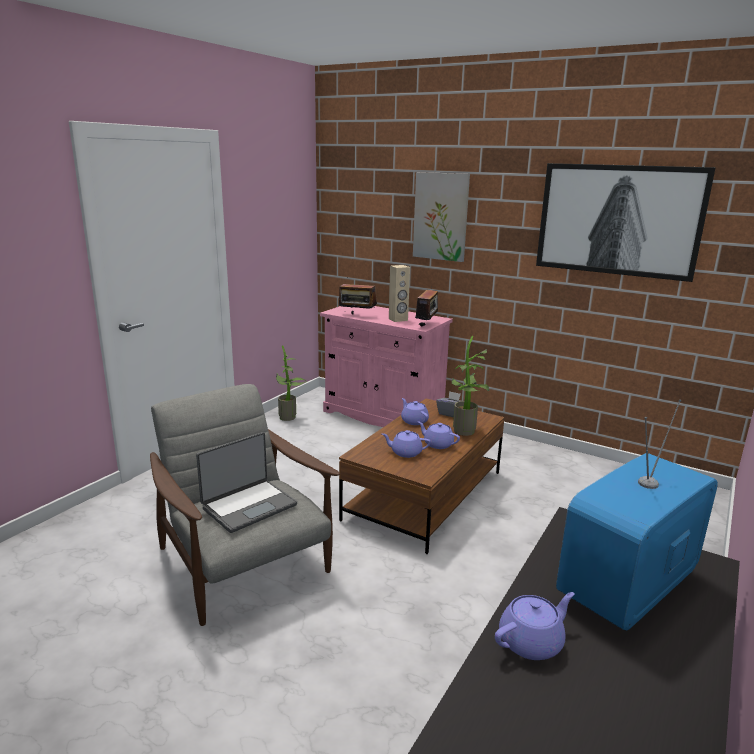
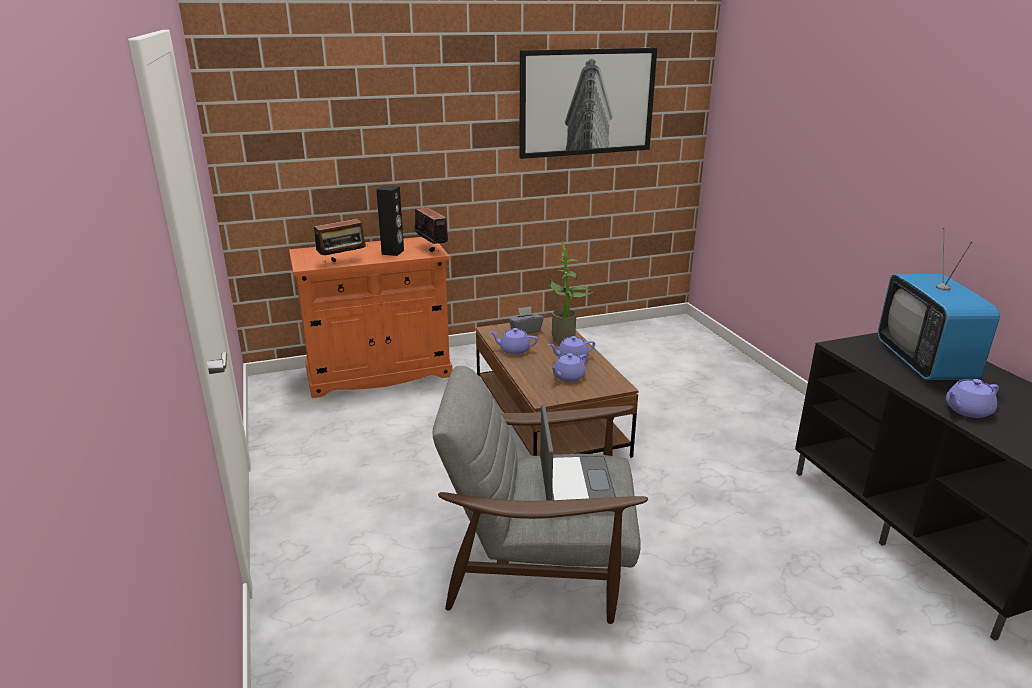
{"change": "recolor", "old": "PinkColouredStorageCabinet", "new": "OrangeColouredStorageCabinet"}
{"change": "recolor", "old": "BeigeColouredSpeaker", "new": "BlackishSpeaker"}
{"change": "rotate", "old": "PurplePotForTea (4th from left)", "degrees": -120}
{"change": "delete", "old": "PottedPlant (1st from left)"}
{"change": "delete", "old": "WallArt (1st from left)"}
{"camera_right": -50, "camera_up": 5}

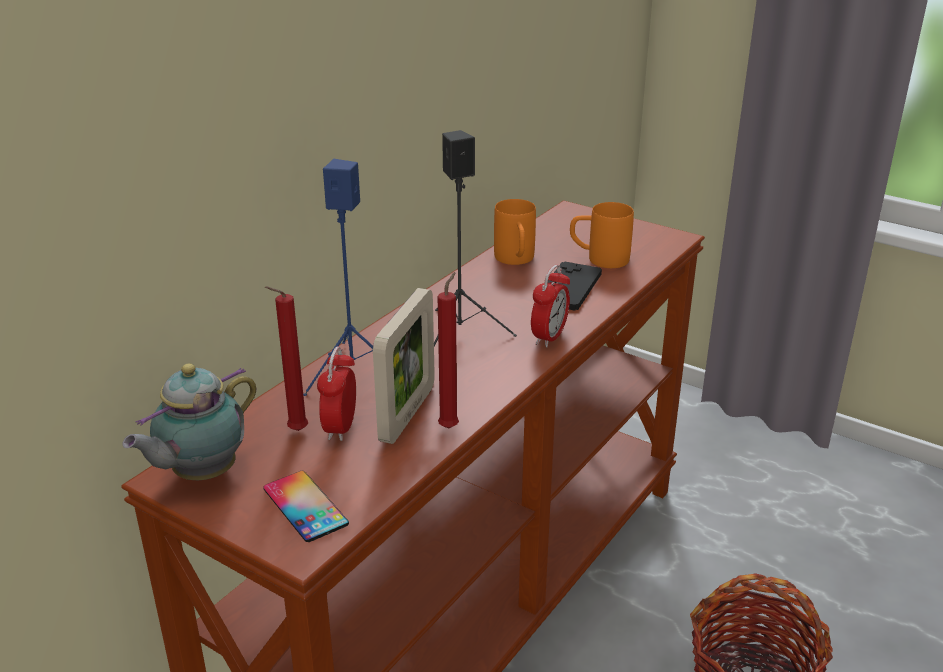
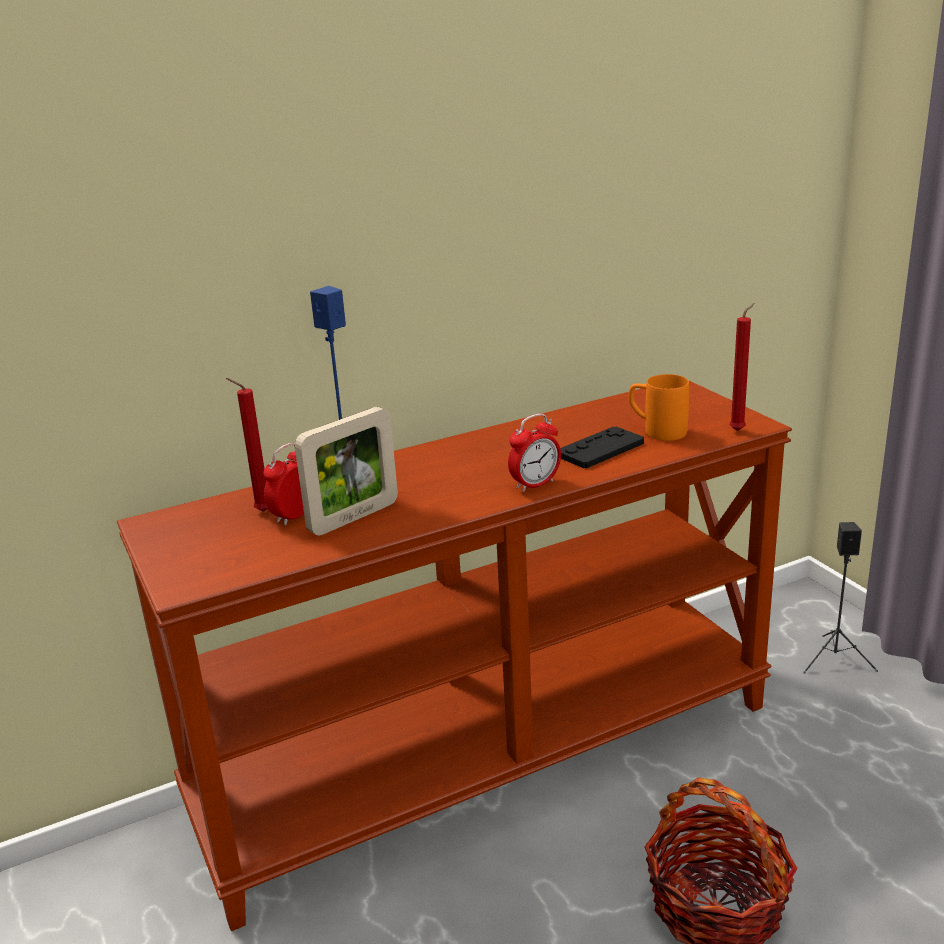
{"change": "move", "old": "RedColouredCandle (2nd from left)"}
{"change": "move", "old": "BlackishSpeaker"}
{"change": "delete", "old": "PotForTea"}
{"change": "delete", "old": "Handset"}
{"change": "delete", "old": "OrangeColouredTeaMug (1st from left)"}
{"camera_right": 30, "camera_up": -5}

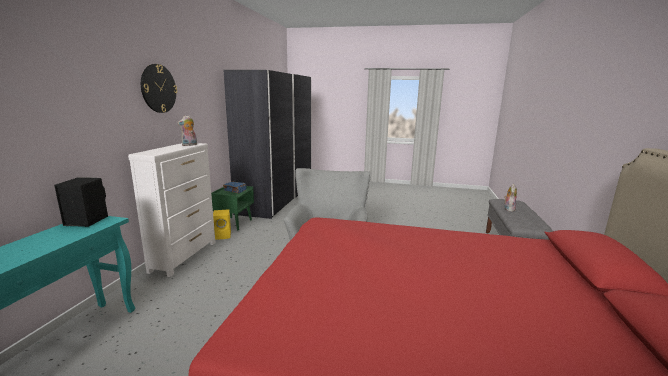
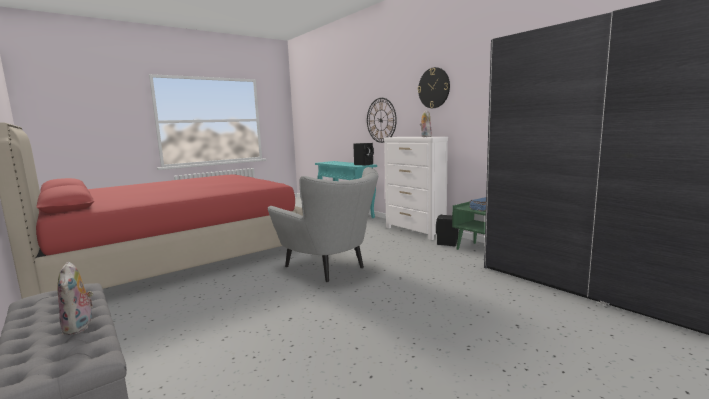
{"change": "insert", "new": "WallClock (1st from left)"}
{"change": "recolor", "old": "YellowColouredSpeaker", "new": "BlackishSpeaker (2nd from left)"}
{"camera_right": 130, "camera_up": -5}

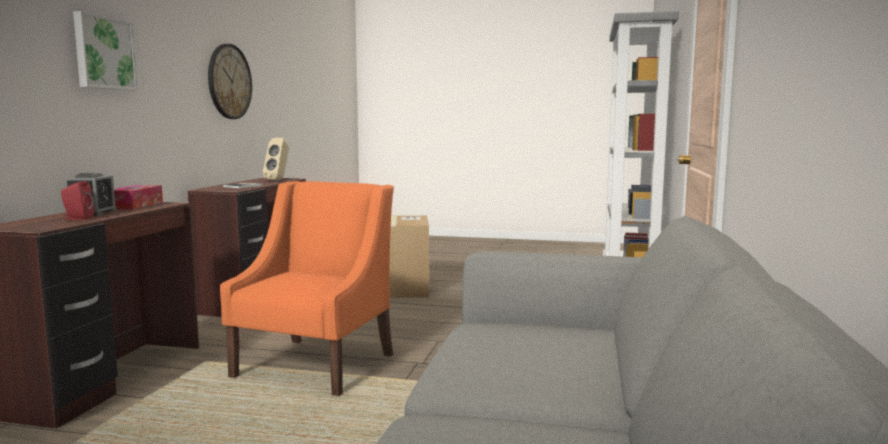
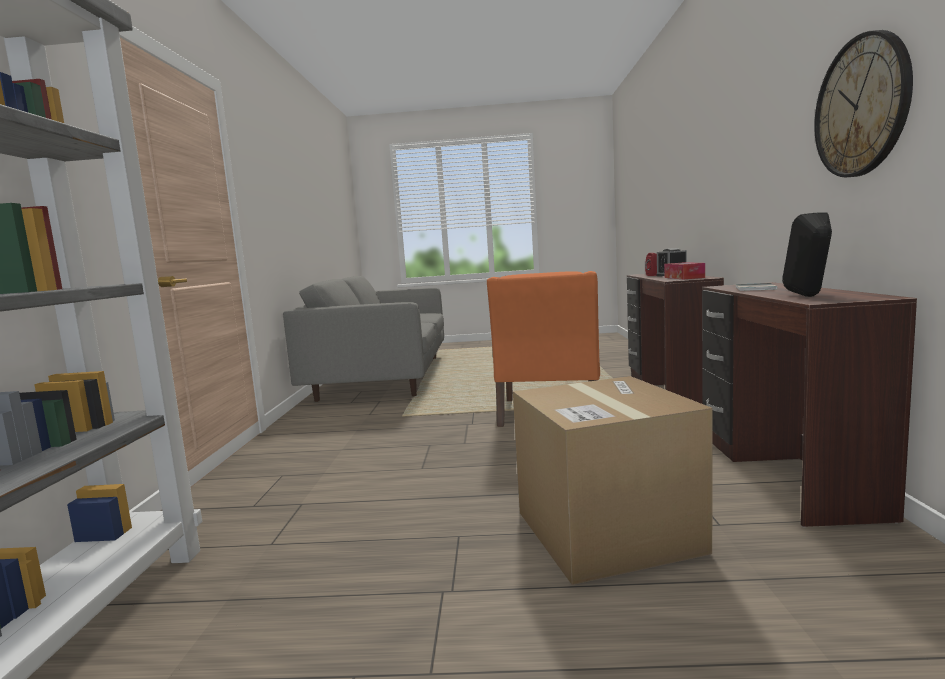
{"change": "recolor", "old": "BeigeColouredSpeaker", "new": "BlackishSpeaker"}
{"change": "delete", "old": "WallArt"}
{"camera_right": 170, "camera_up": 0}

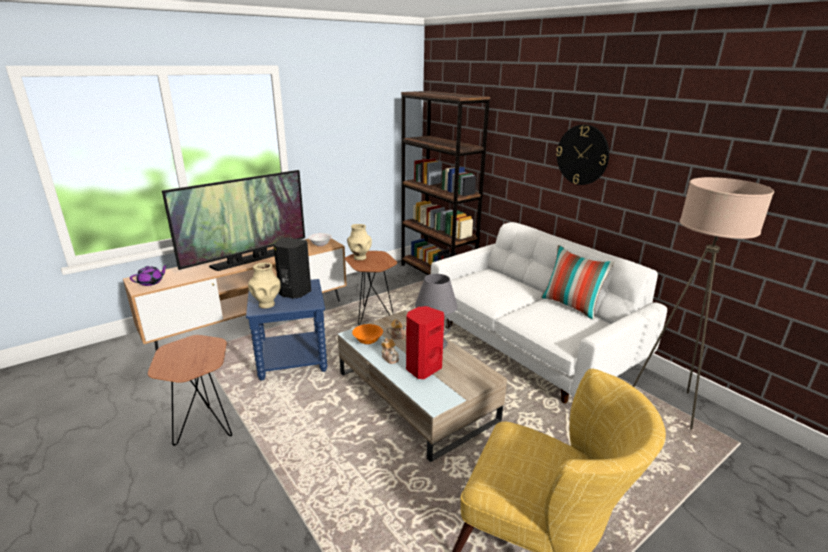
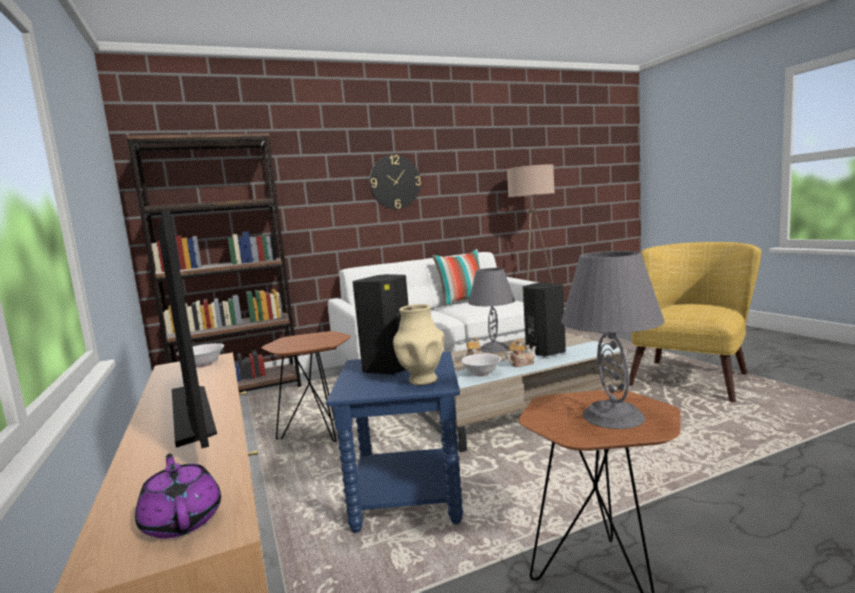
{"change": "recolor", "old": "OrangeColouredServingBowl", "new": "WhiteColouredServingBowl (2nd from left)"}
{"change": "recolor", "old": "RedColouredSpeaker", "new": "BlackishSpeaker (2nd from left)"}
{"change": "insert", "new": "GreyTableLamp (2nd from left)"}
{"change": "delete", "old": "BeigeColouredVase (2nd from left)"}
{"camera_right": -75, "camera_up": -15}

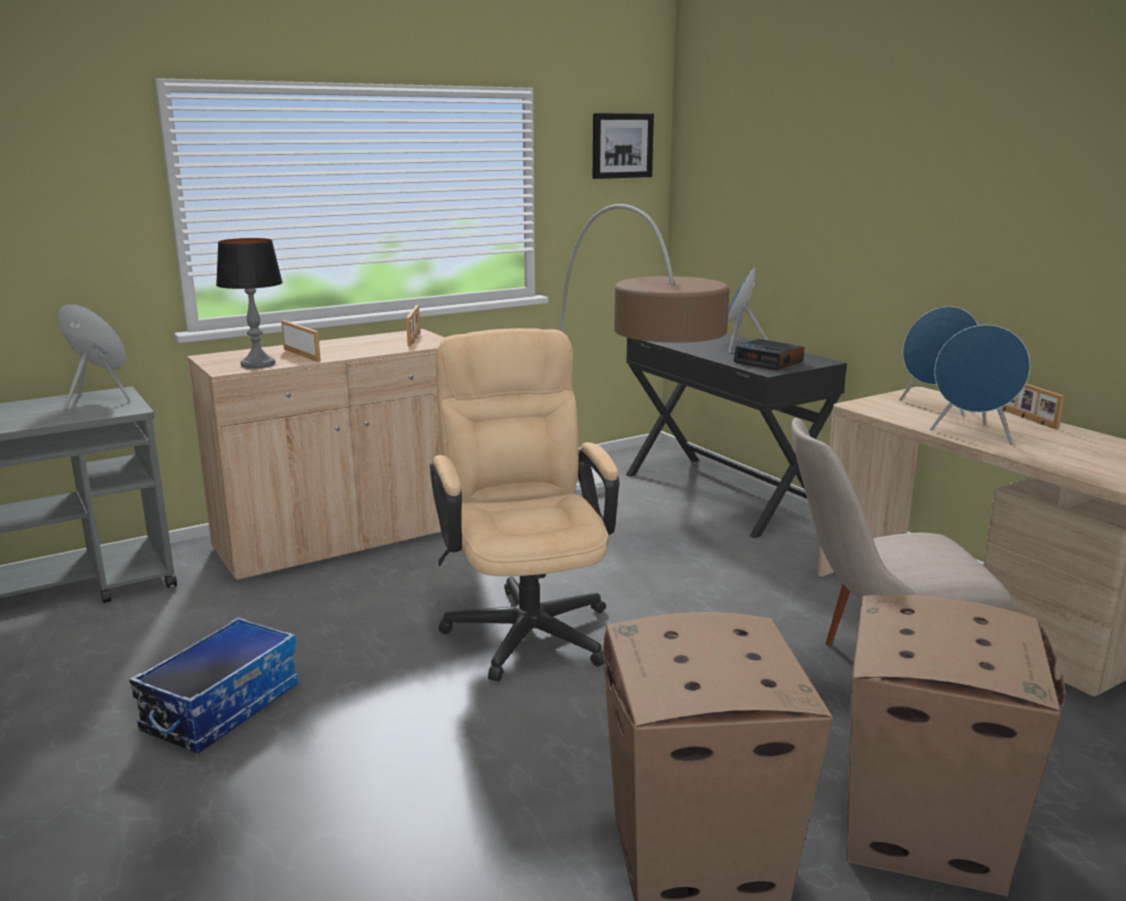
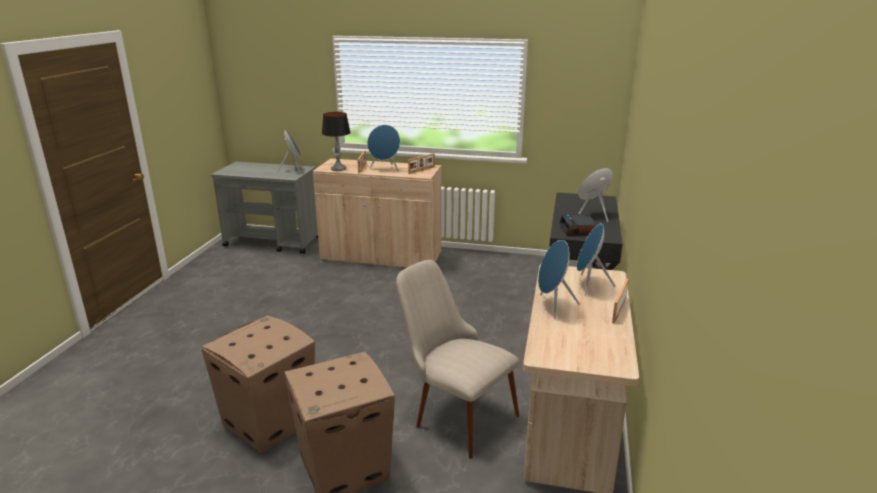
{"change": "insert", "new": "BlueSpeaker (2nd from left)"}
{"change": "delete", "old": "StorageContainer"}
{"change": "delete", "old": "BeigeColouredOfficeChair"}
{"change": "delete", "old": "StandardLamp"}
{"change": "delete", "old": "WallArt"}
{"camera_right": 45, "camera_up": 5}

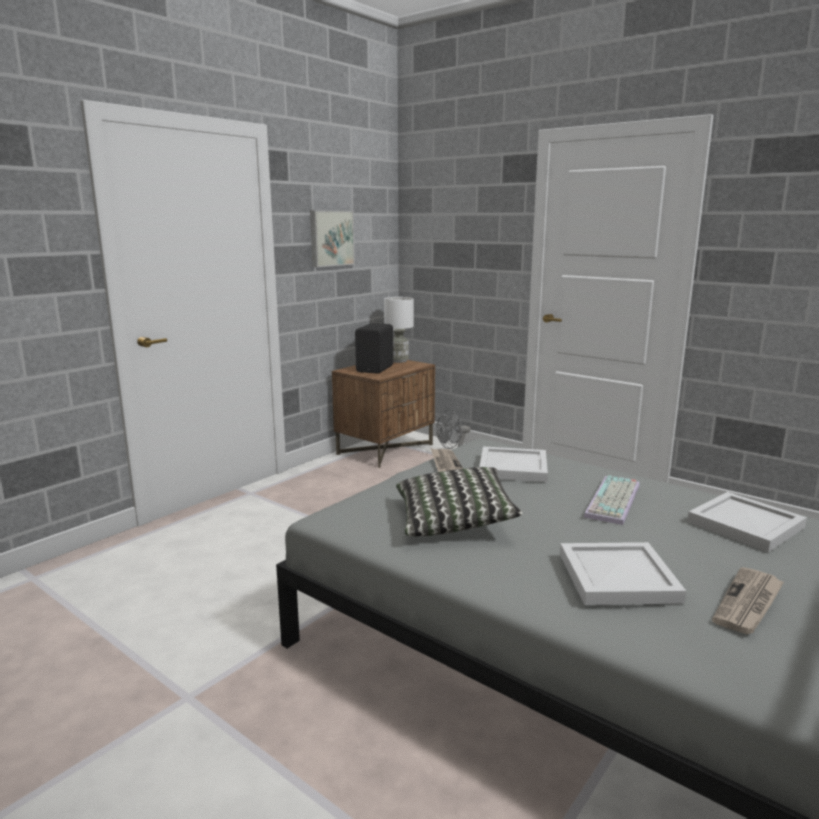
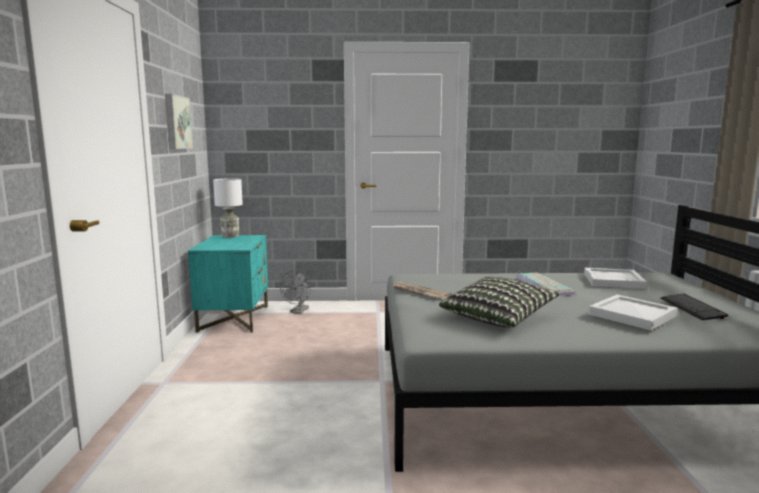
{"change": "recolor", "old": "BrownColouredBedsideTable", "new": "TurquoiseColouredBedsideTable"}
{"change": "replace", "old": "PrintedPaper (2nd from left)", "new": "PcKeyboard (2nd from left)"}
{"change": "delete", "old": "BlackishSpeaker"}
{"change": "delete", "old": "WhiteColouredCarryingTray (1st from left)"}
{"camera_right": -40, "camera_up": -5}

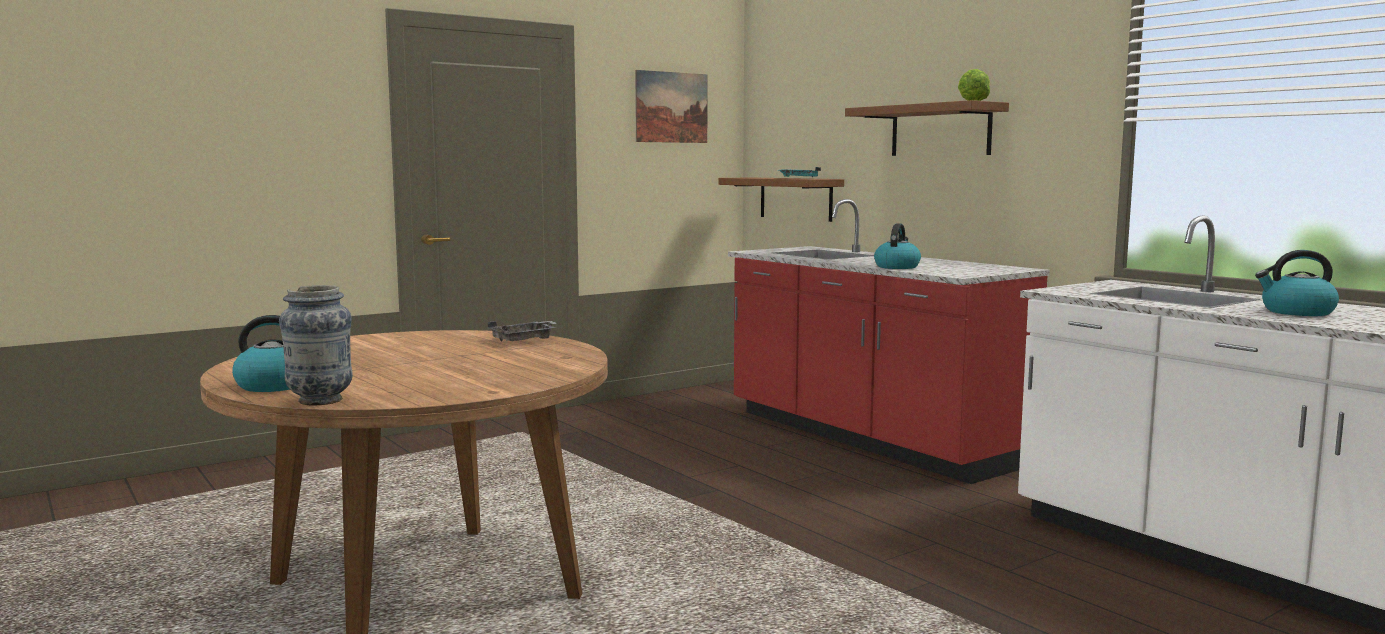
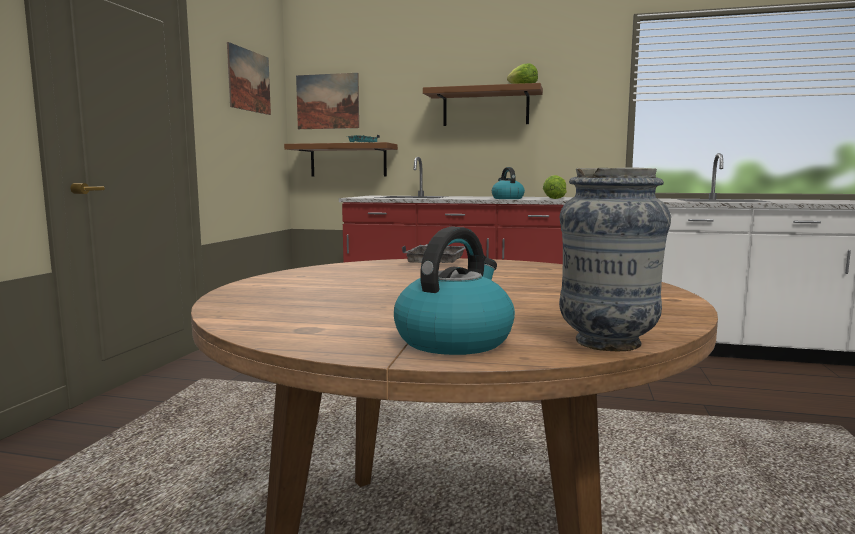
{"change": "insert", "new": "WallArt (2nd from left)"}
{"change": "insert", "new": "LettuceHead (2nd from left)"}
{"change": "delete", "old": "WaterKettle (3rd from left)"}
{"camera_right": -40, "camera_up": 0}

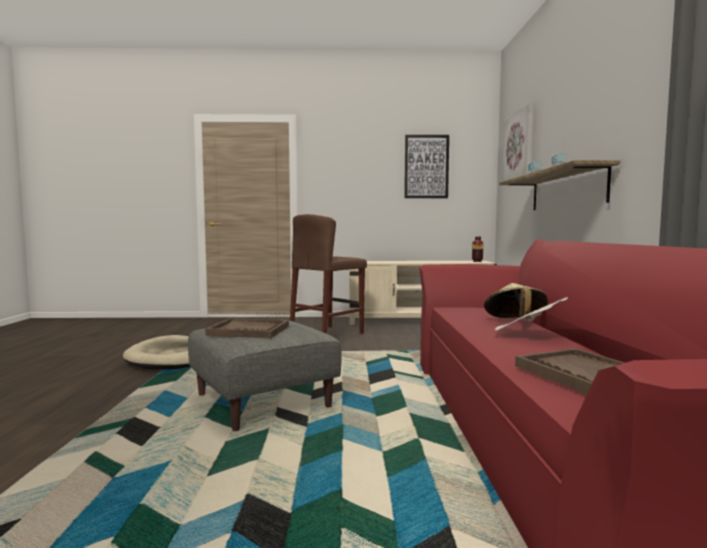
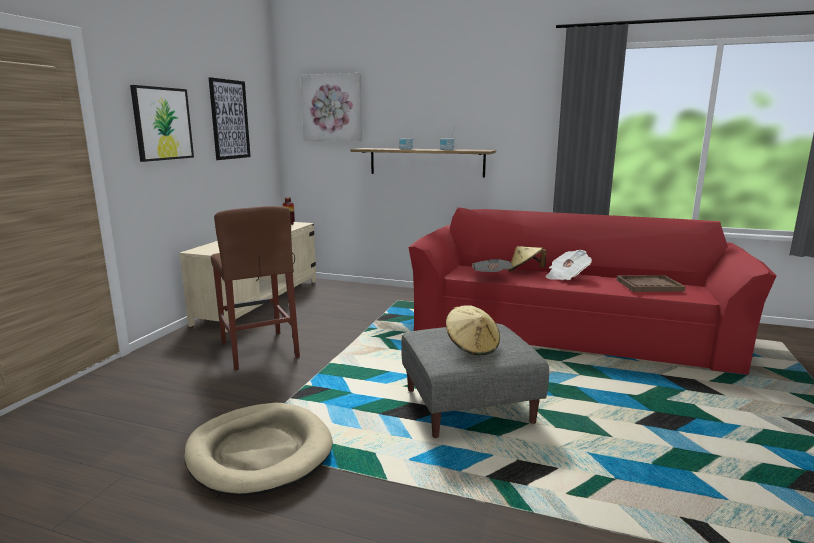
{"change": "insert", "new": "WallArt (1st from left)"}
{"change": "replace", "old": "BrownColouredCarryingTray (1st from left)", "new": "BeigeColouredWearableHat (1st from left)"}
{"change": "insert", "new": "PrintedPaper (1st from left)"}
{"camera_right": -70, "camera_up": 10}

